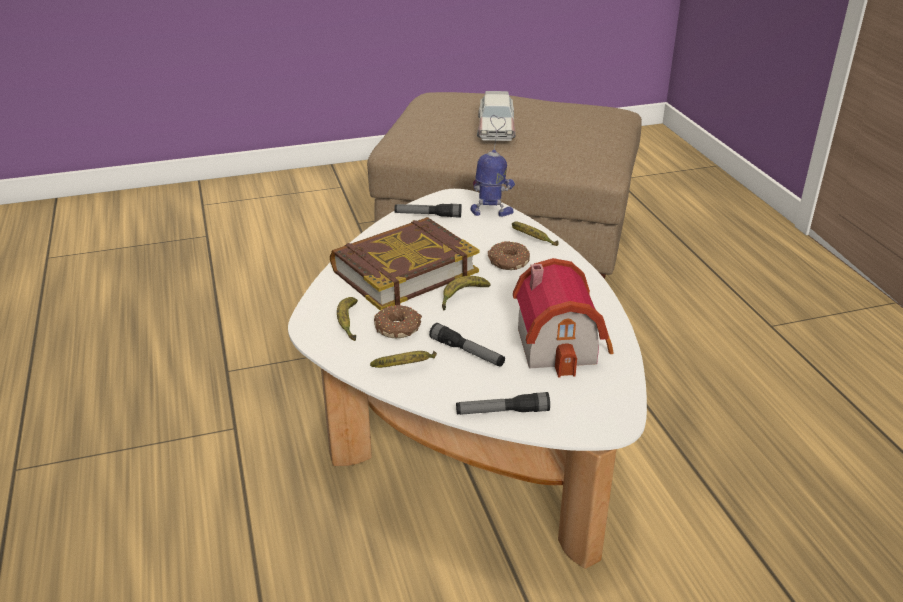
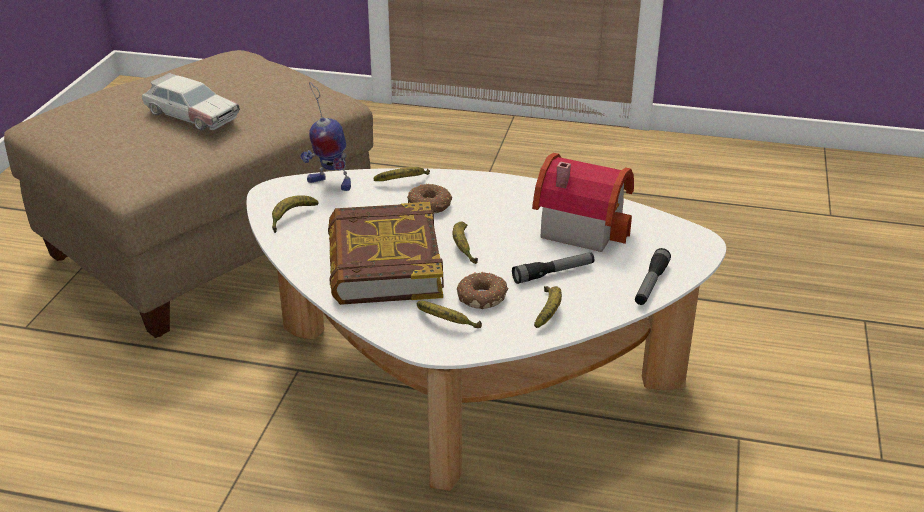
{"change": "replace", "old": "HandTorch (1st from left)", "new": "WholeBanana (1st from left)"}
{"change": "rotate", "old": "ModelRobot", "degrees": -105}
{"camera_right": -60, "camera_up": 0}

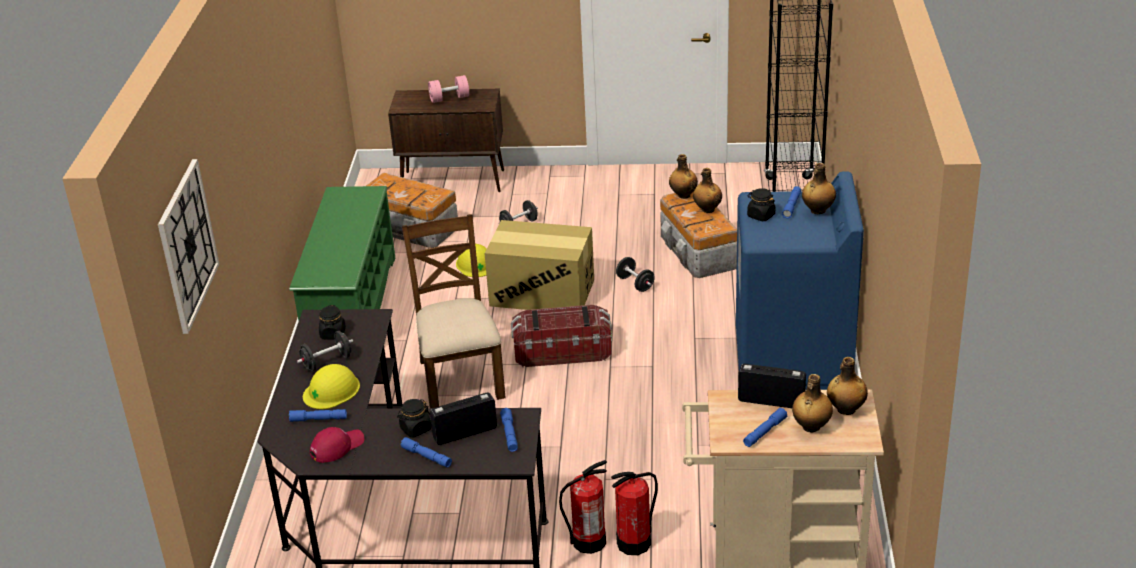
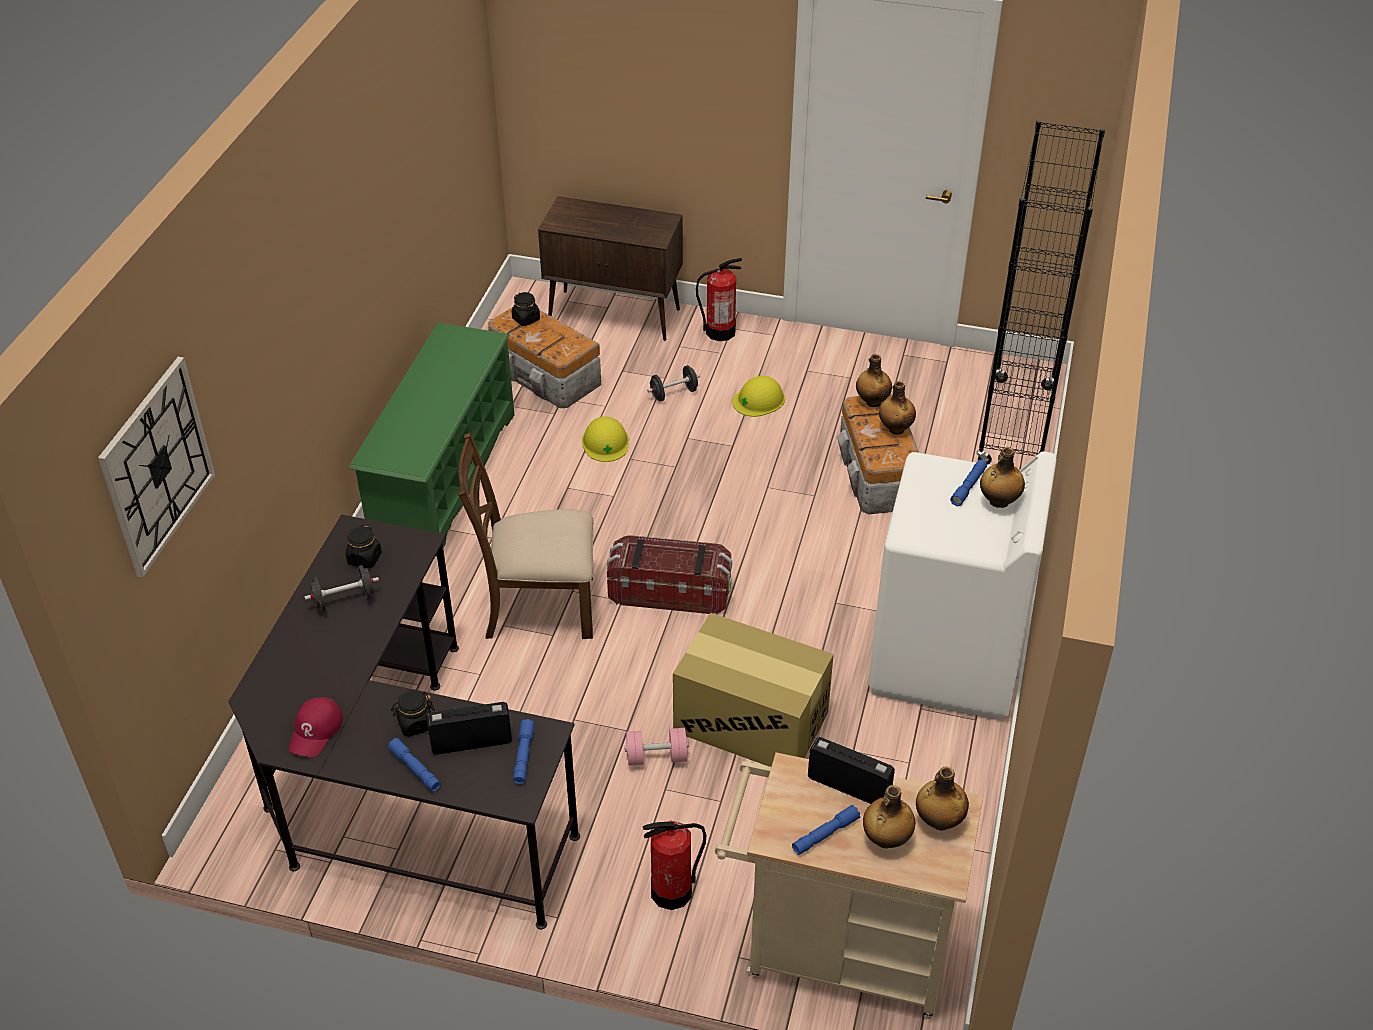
{"change": "rotate", "old": "RedColouredBaseballCap", "degrees": 135}
{"change": "rotate", "old": "BrownColouredPlainChair", "degrees": -90}
{"change": "move", "old": "BlackishStorageJar (3rd from left)"}
{"change": "move", "old": "PinkColouredHandWeight"}
{"change": "move", "old": "PackingBox"}
{"change": "move", "old": "Extinguisher (1st from left in the first image)", "new": "Extinguisher (2nd from left)"}
{"change": "move", "old": "YellowColouredWorkHelmet (1st from left in the first image)", "new": "YellowColouredWorkHelmet (2nd from left)"}
{"change": "recolor", "old": "BlueWashingMachine", "new": "WhiteColouredWashingMachine"}
{"change": "delete", "old": "BlueHandTorch (1st from left)"}
{"change": "delete", "old": "BlackishHandWeight (3rd from left)"}
{"camera_right": 10, "camera_up": 10}

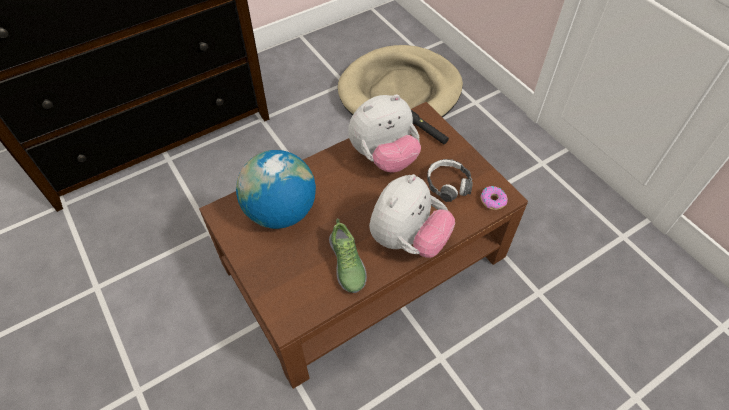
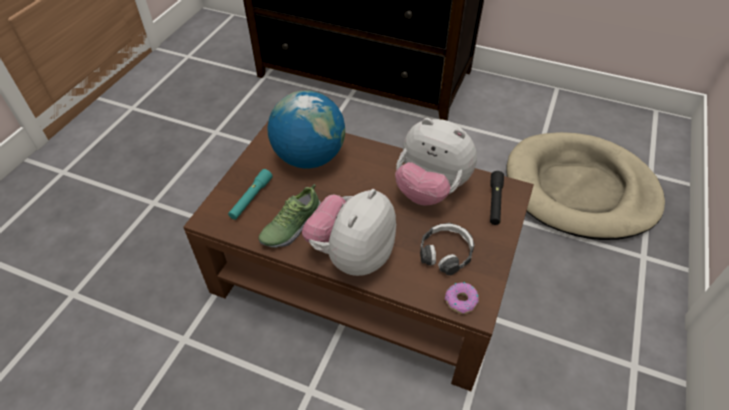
{"change": "insert", "new": "TurquoiseColouredHandTorch"}
{"change": "rotate", "old": "SoftToy (2nd from left in the first image)", "degrees": 120}
{"camera_right": 55, "camera_up": -5}

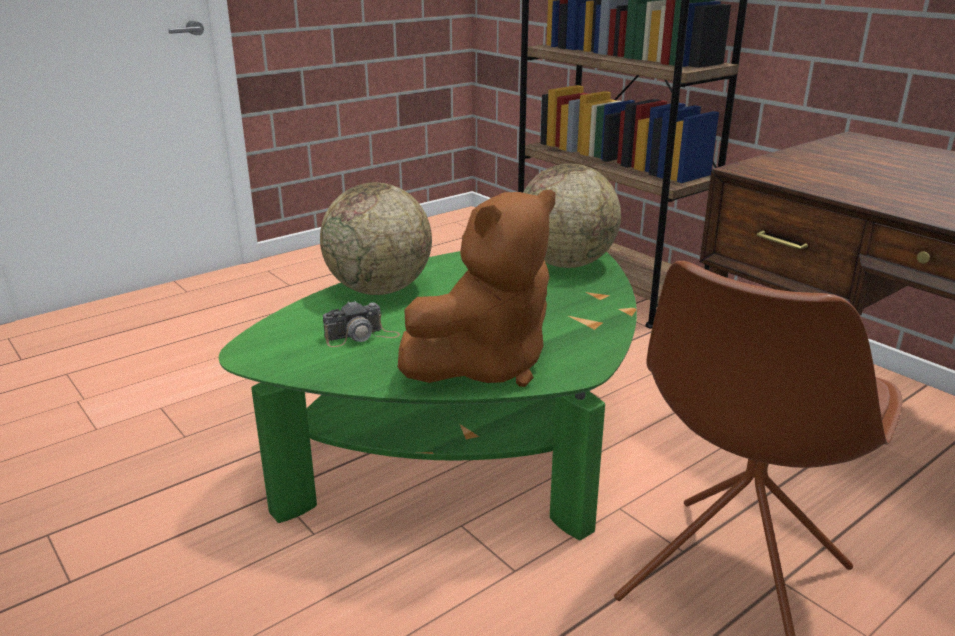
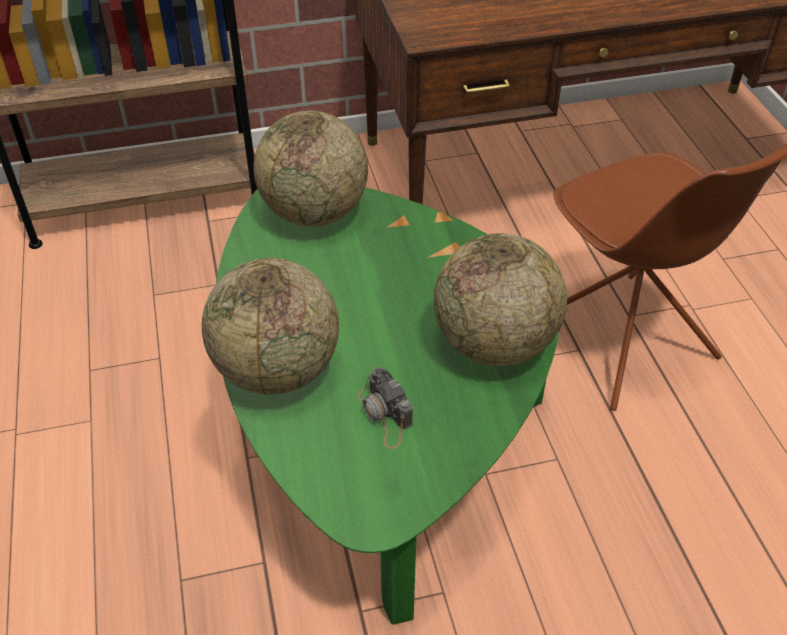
{"change": "rotate", "old": "StillCamera", "degrees": 150}
{"change": "replace", "old": "BrownColouredSoftToy", "new": "DeskGlobe (3rd from left)"}
{"camera_right": -65, "camera_up": 20}

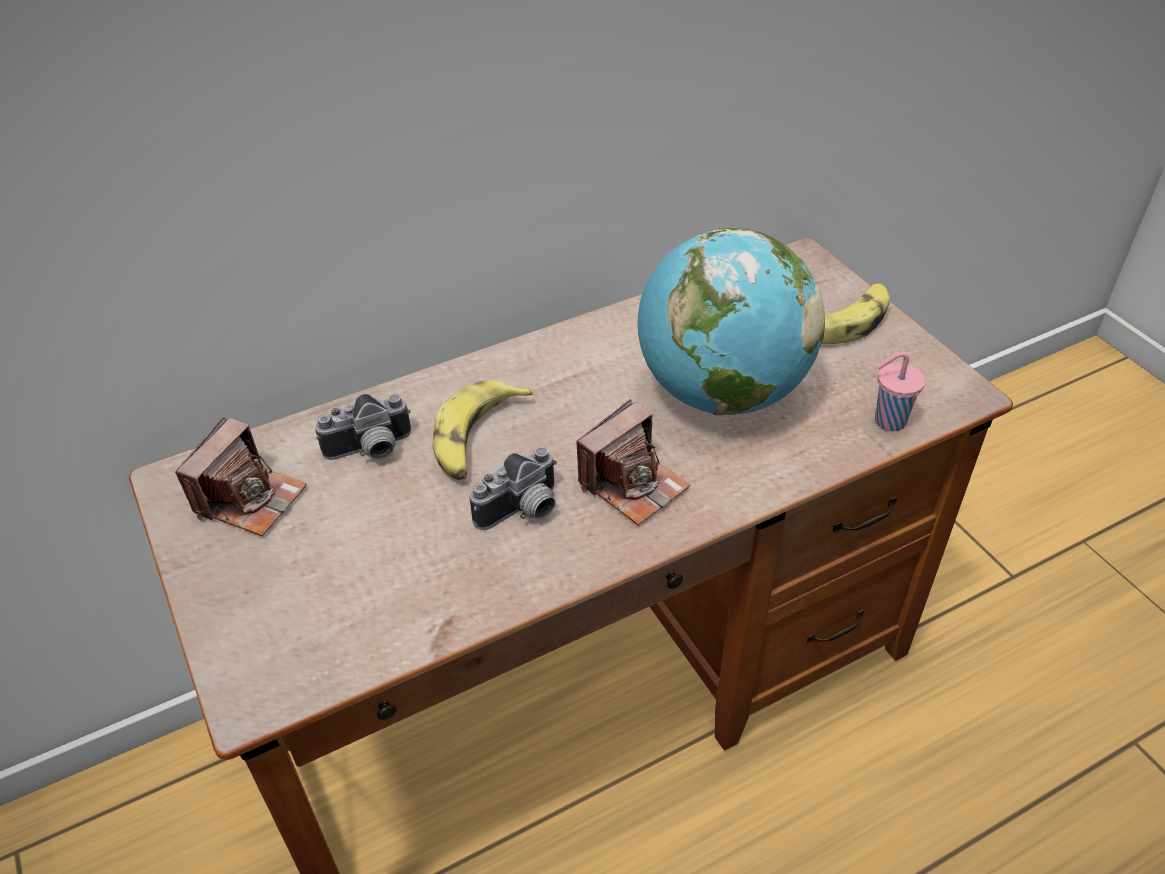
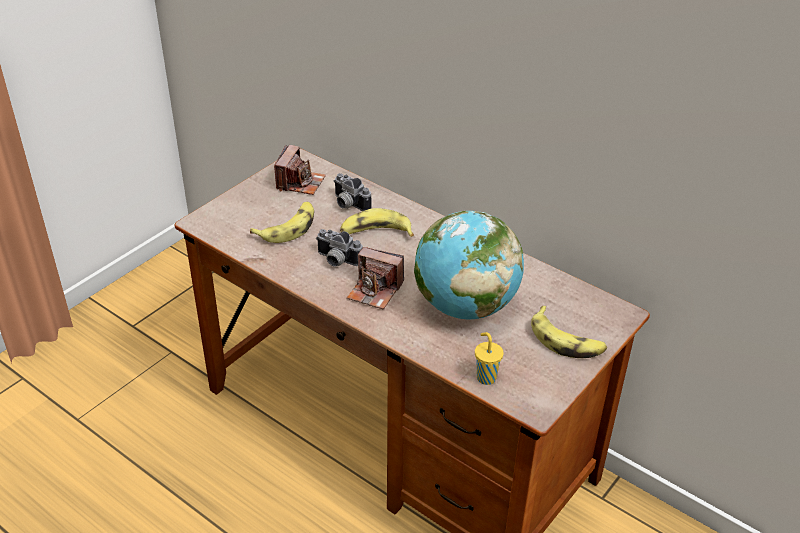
{"change": "insert", "new": "WholeBanana (1st from left)"}
{"change": "rotate", "old": "StillCamera (1st from left)", "degrees": -75}
{"change": "recolor", "old": "PinkColouredDrinkingCup", "new": "YellowColouredDrinkingCup"}
{"camera_right": 65, "camera_up": -5}

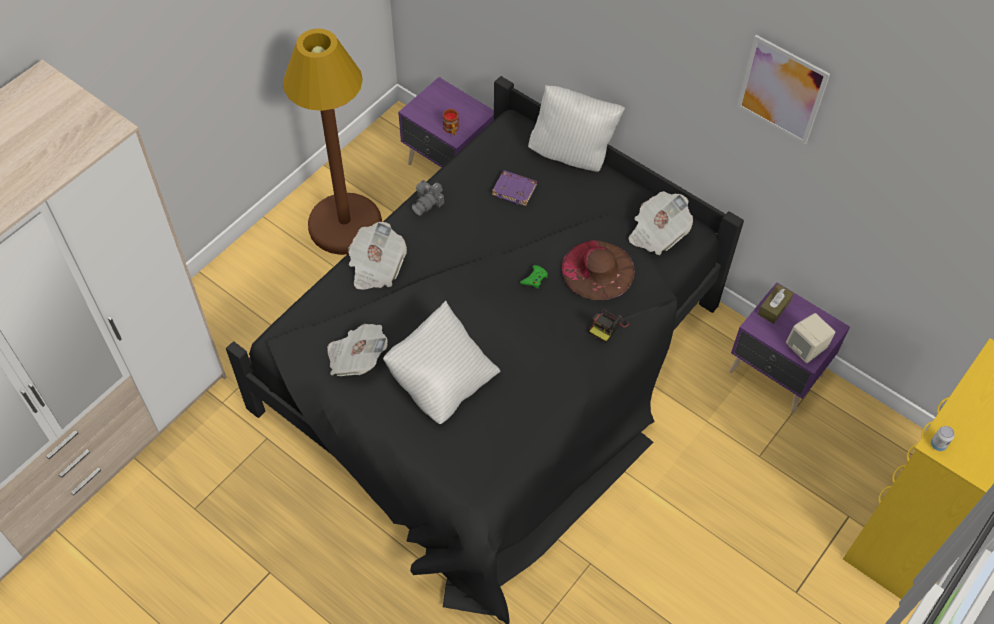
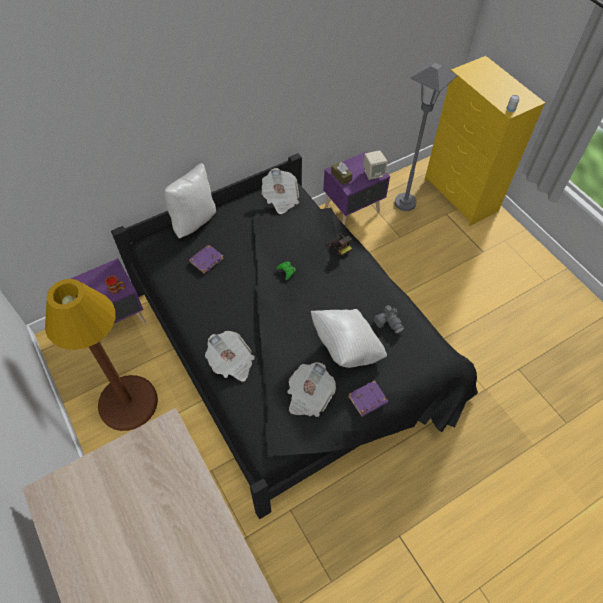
{"change": "insert", "new": "PurpleVolume (2nd from left)"}
{"change": "move", "old": "StillCamera (1st from left in the first image)", "new": "StillCamera (2nd from left)"}
{"change": "insert", "new": "GreyStandardLamp"}
{"change": "delete", "old": "BrownColouredWearableHat"}
{"change": "delete", "old": "WallArt"}
{"camera_right": -70, "camera_up": 0}

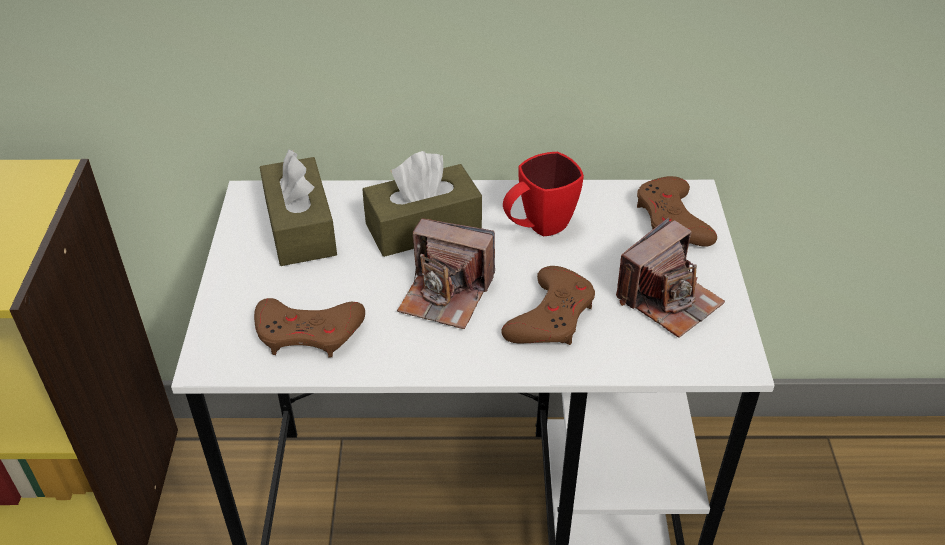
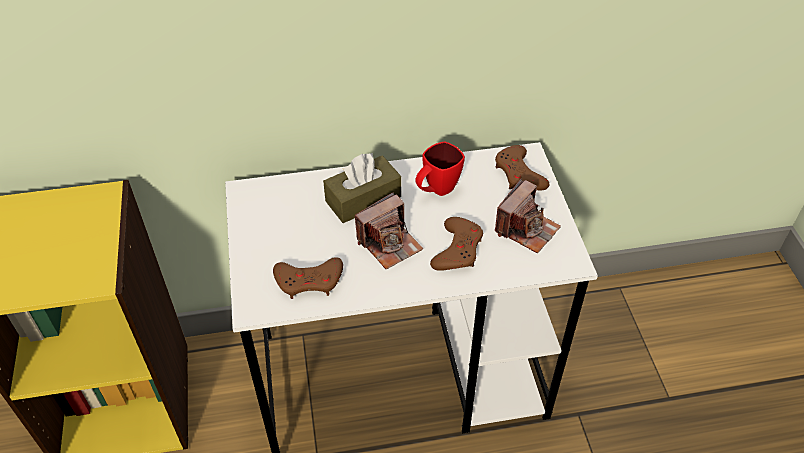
{"change": "rotate", "old": "StillCamera (1st from left)", "degrees": -45}
{"change": "delete", "old": "BrownColouredTissueHolder (1st from left)"}
{"camera_right": -10, "camera_up": 5}

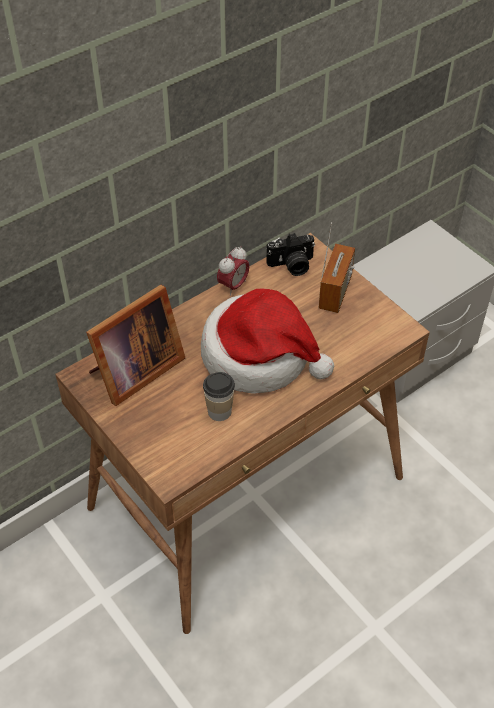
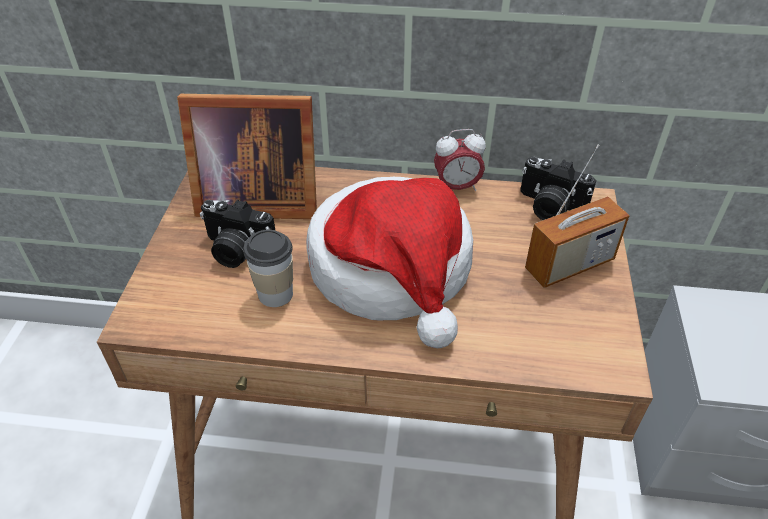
{"change": "insert", "new": "StillCamera (1st from left)"}
{"camera_right": 45, "camera_up": -5}

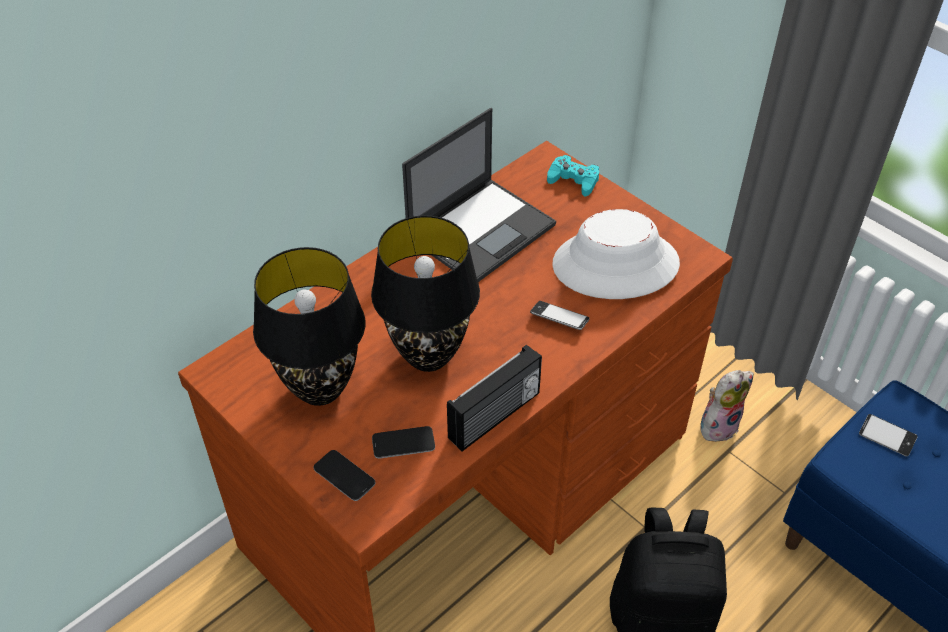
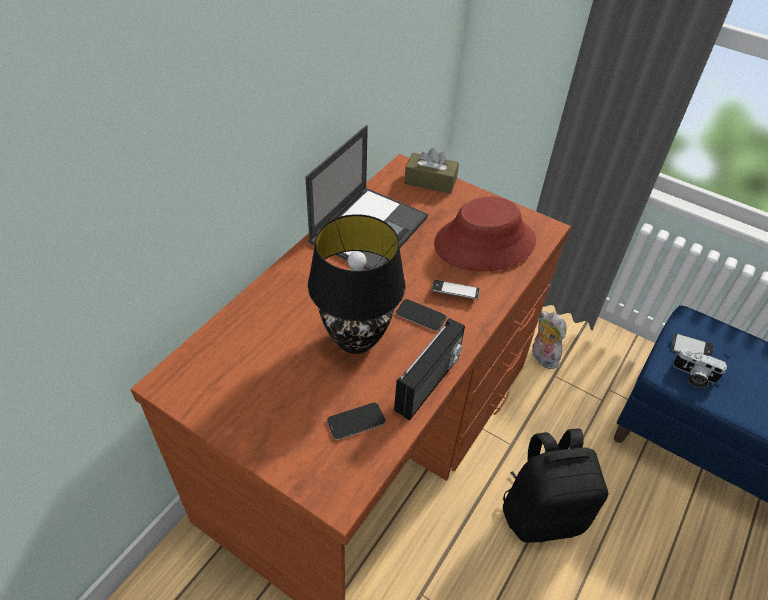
{"change": "move", "old": "Handset (1st from left in the first image)", "new": "Handset (2nd from left)"}
{"change": "replace", "old": "TurquoiseColouredGamepad", "new": "BrownColouredTissueHolder"}
{"change": "recolor", "old": "WhiteColouredWearableHat", "new": "RedColouredWearableHat"}
{"change": "rotate", "old": "SoftToy", "degrees": -75}
{"change": "insert", "new": "StillCamera"}
{"change": "delete", "old": "BlackishTableLamp (1st from left)"}
{"camera_right": -15, "camera_up": 0}

